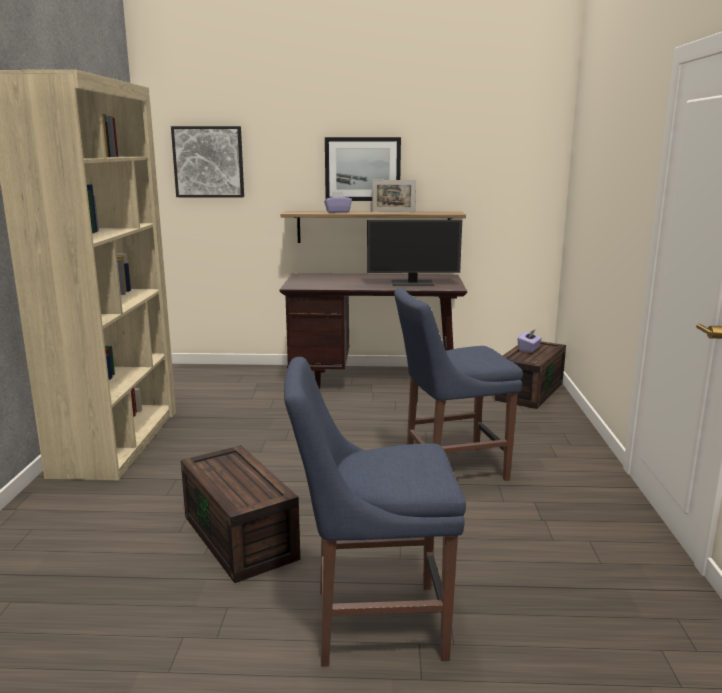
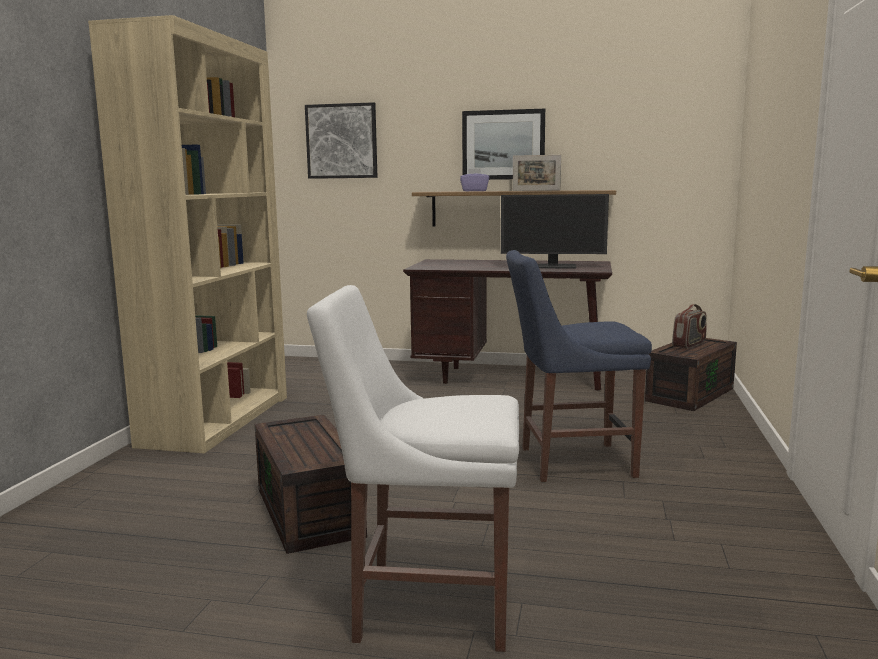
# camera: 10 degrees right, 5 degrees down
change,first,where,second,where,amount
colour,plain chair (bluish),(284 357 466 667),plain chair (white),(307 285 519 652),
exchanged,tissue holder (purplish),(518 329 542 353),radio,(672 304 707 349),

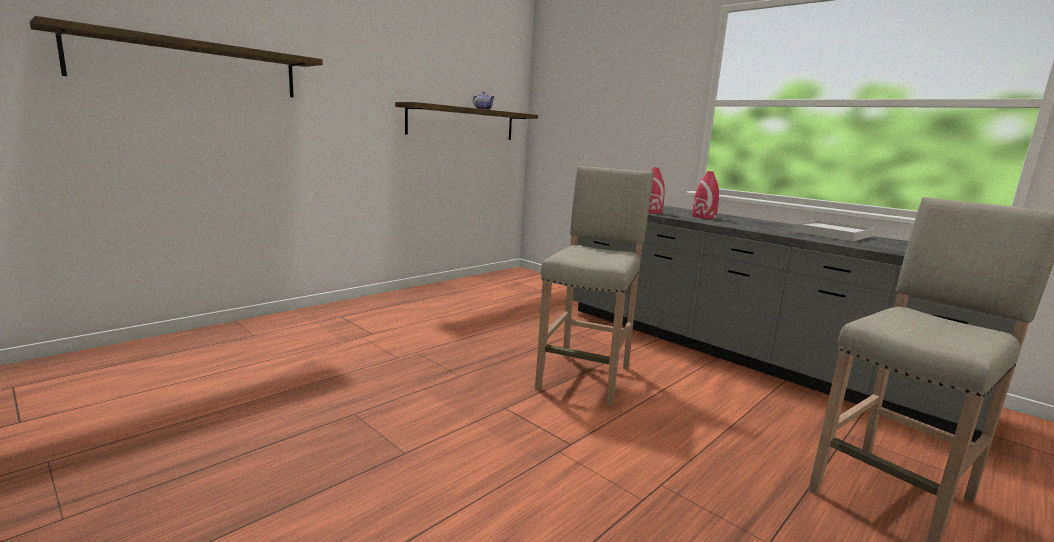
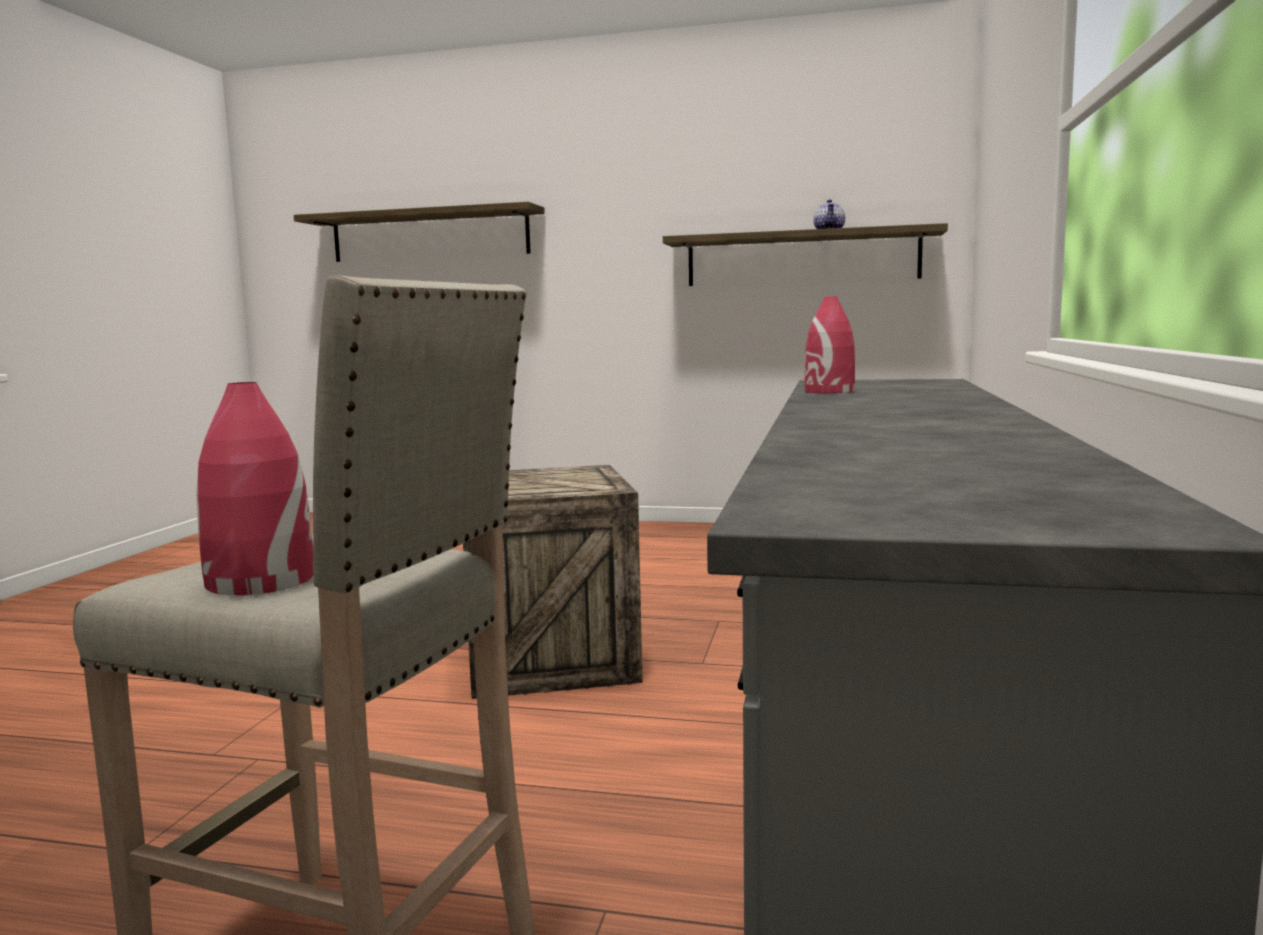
# camera: 60 degrees right, 5 degrees down
change,first,where,second,where,amount
exchanged,sitting stool (sand-coloured),(535 166 654 406),crate,(463 465 643 699),
relocated,vase (reddish),(692 171 719 219),,(196 382 314 596),
missing,tray (white),(793 220 873 242),,,

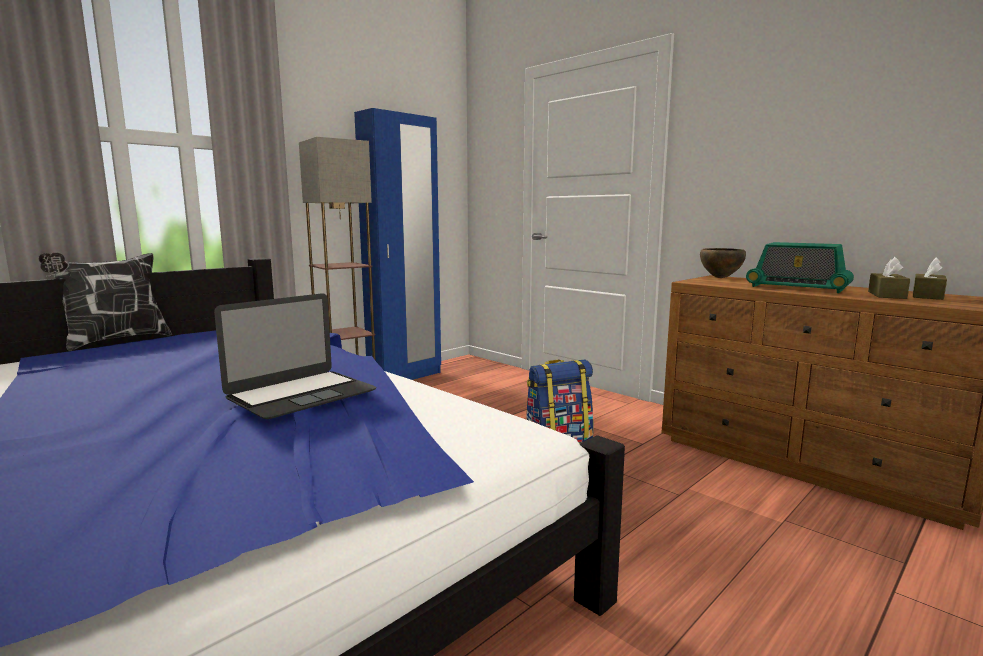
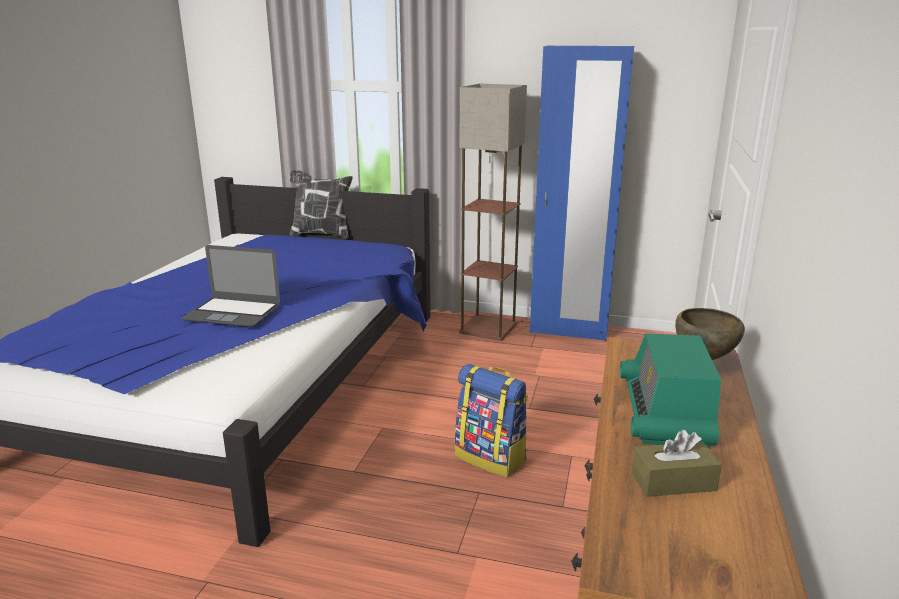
# camera: 60 degrees right, 10 degrees up
change,first,where,second,where,amount
missing,tissue holder (brown-coloured),(913 257 947 300),,,

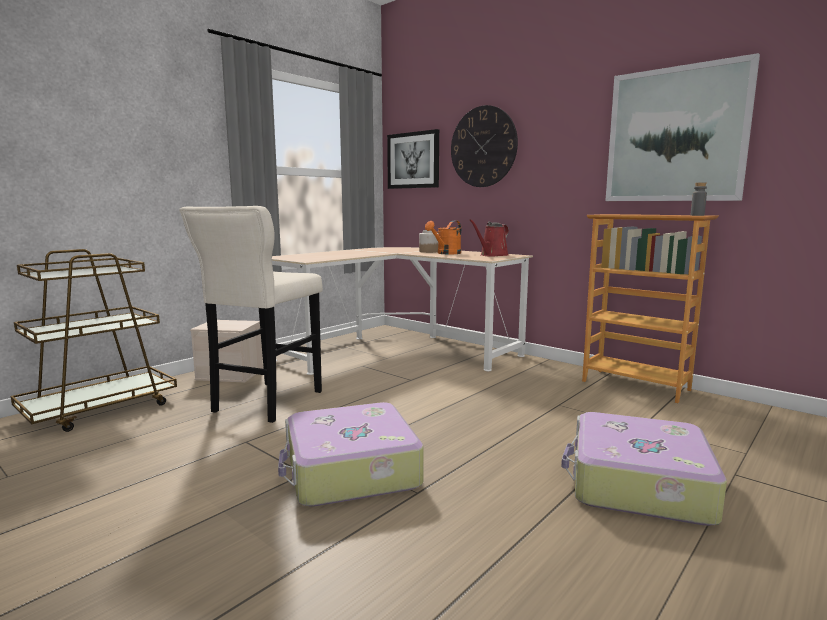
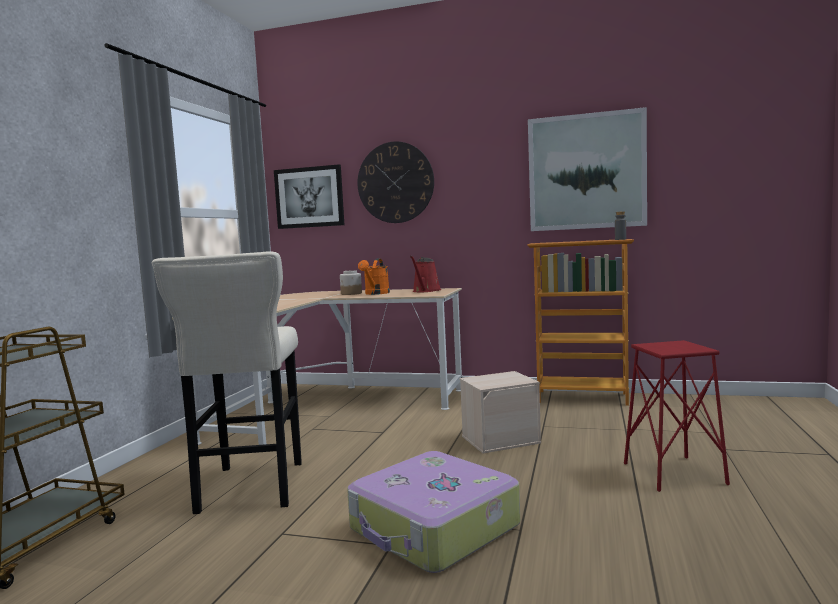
# camera: 25 degrees left, 5 degrees down
change,first,where,second,where,amount
relocated,storage bin (sand-coloured),(190 320 263 383),,(460 371 541 453),
exchanged,piece of luggage,(561 412 727 526),sitting stool (reddish),(624 340 730 492),

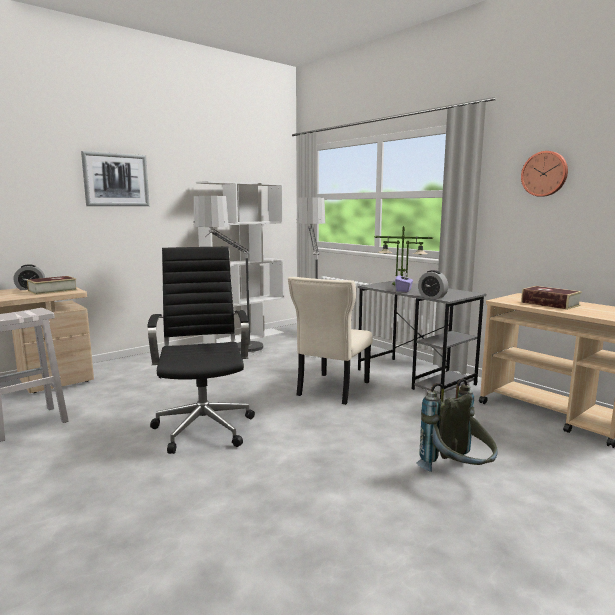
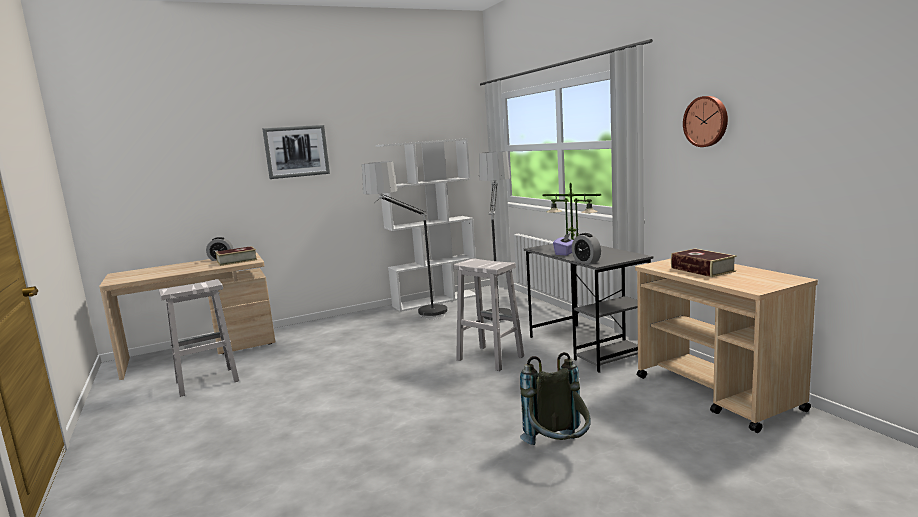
# camera: 15 degrees right, 0 degrees up
change,first,where,second,where,amount
missing,office chair (black),(147 247 255 454),,,
exchanged,plain chair (sand-coloured),(288 277 373 405),sitting stool (white),(453 258 524 371),

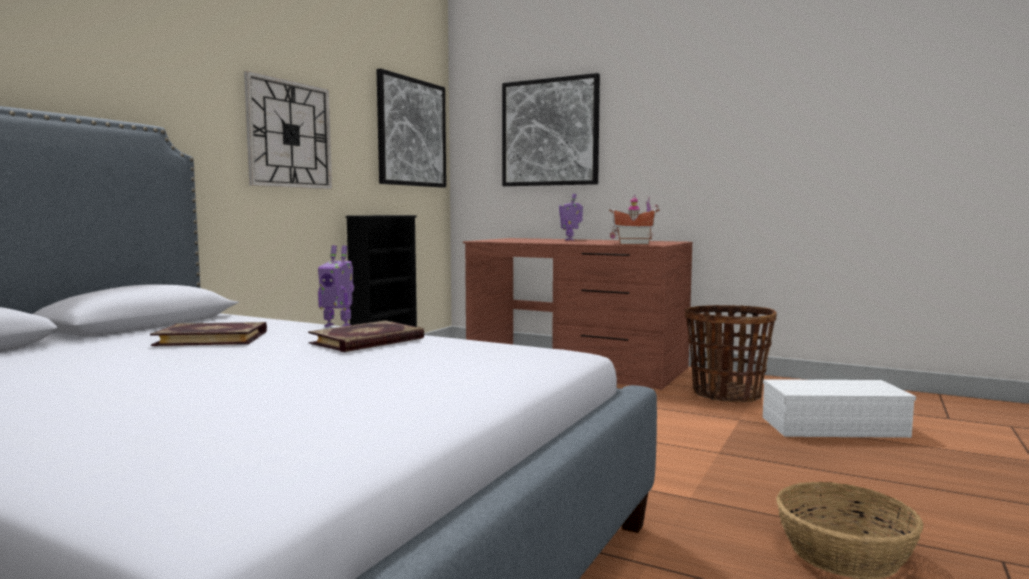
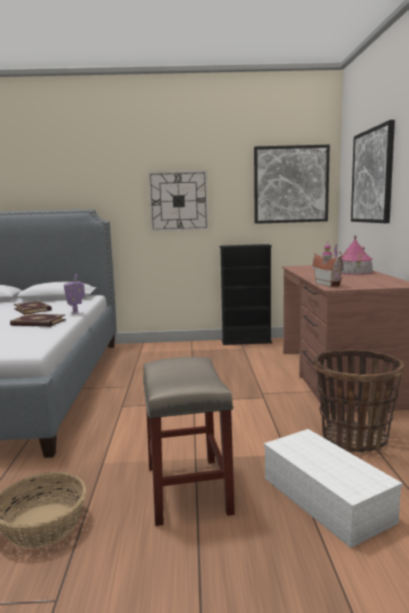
# camera: 60 degrees right, 5 degrees up
change,first,where,second,where,amount
exchanged,model robot,(559 194 583 240),toy house,(341 235 374 275),
appeared,,,sitting stool (sand-coloured),(143 357 235 526),

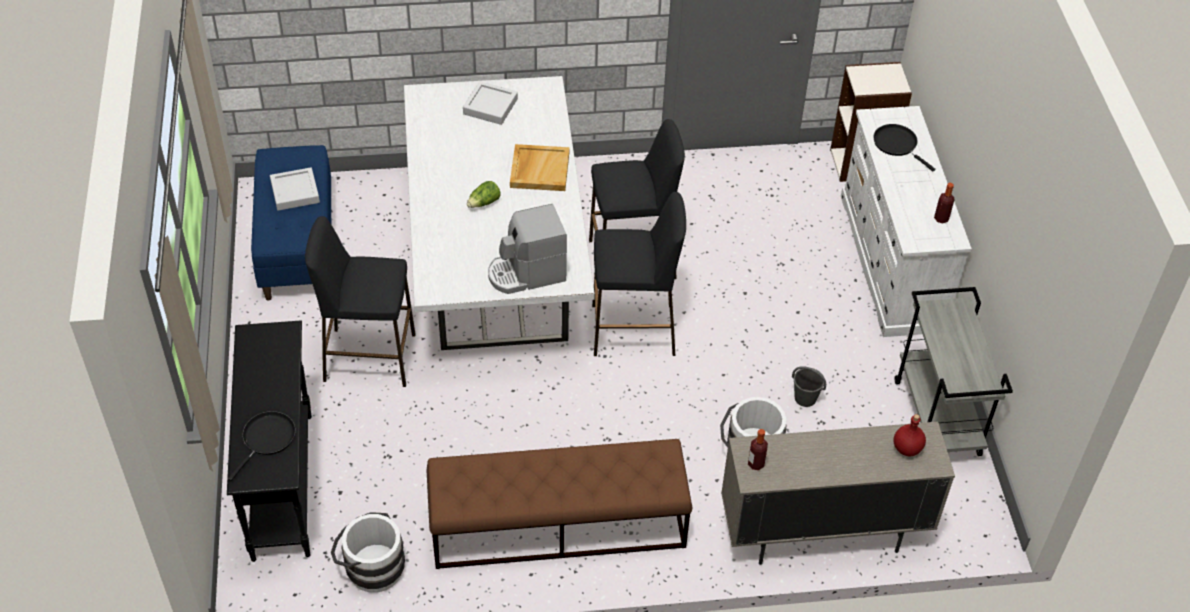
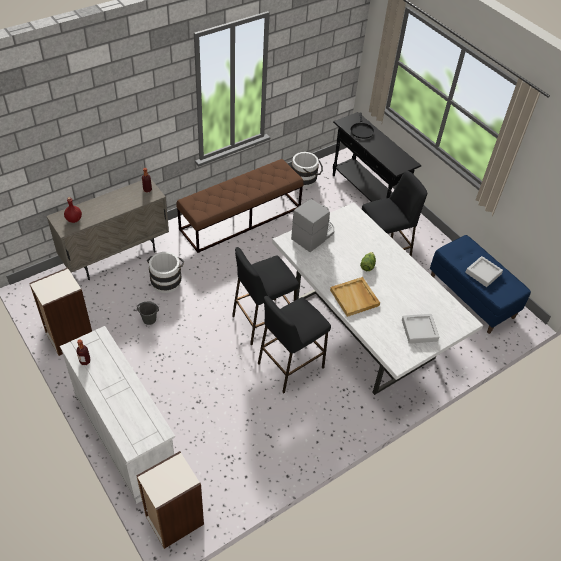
# camera: 150 degrees right, 0 degrees up
change,first,where,second,where,amount
missing,skillet (black),(874 124 936 172),,,
exchanged,trolley (gray),(895 287 1013 456),bookcase,(29 267 92 356),

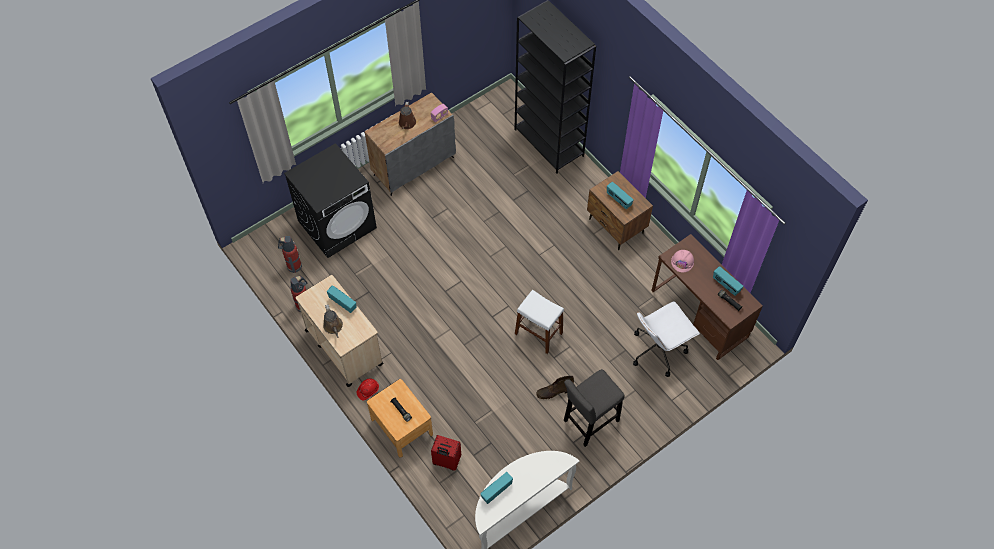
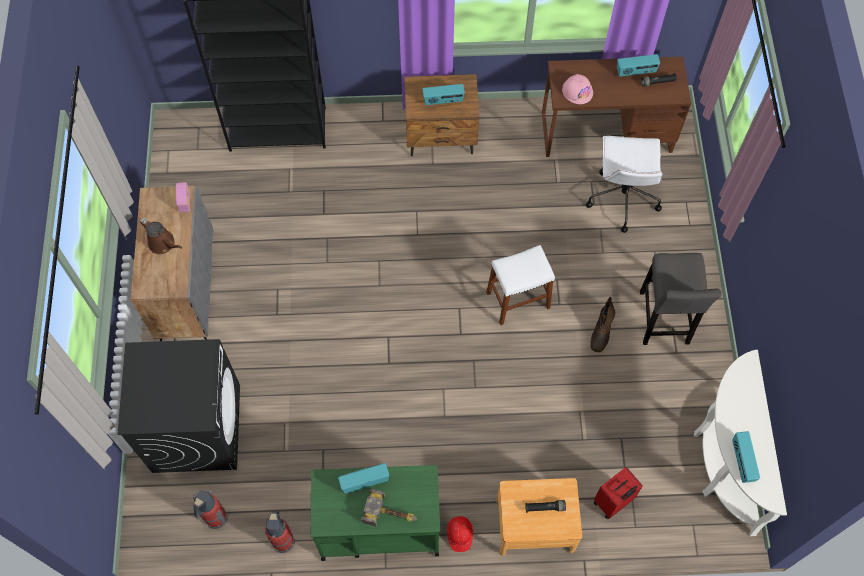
# camera: 55 degrees left, 5 degrees up
change,first,where,second,where,amount
colour,trolley (sand-coloured),(295 275 383 387),trolley (green),(311 465 440 561),
exchanged,sprinkling can (brown-coloured),(323 305 343 338),hammer,(361 489 417 527),

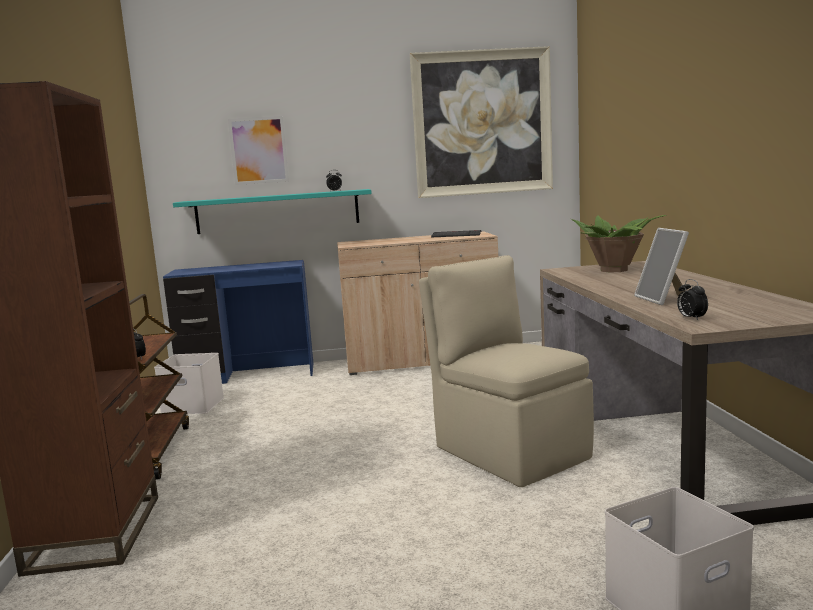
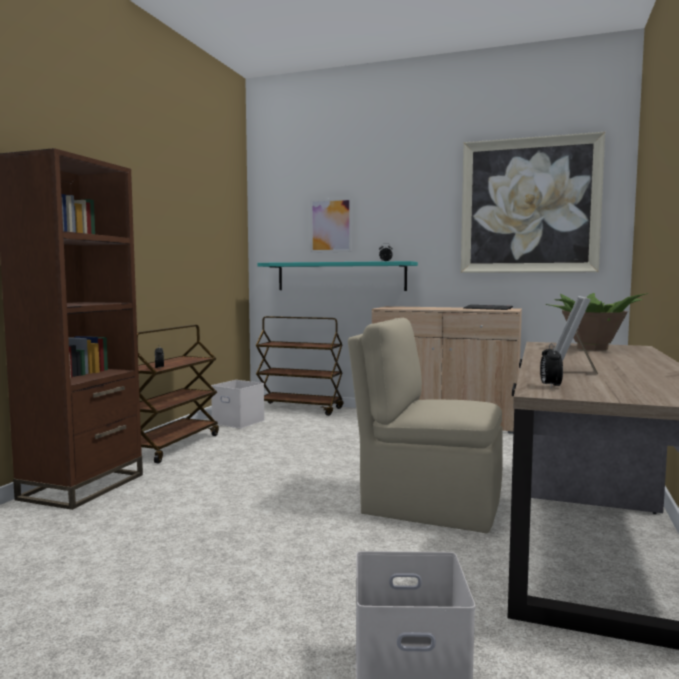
# camera: 25 degrees right, 5 degrees down
change,first,where,second,where,amount
exchanged,desk unit (bluish),(163 260 313 384),trolley (brown-coloured),(256 316 344 416),
spun,plain chair (sand-coloured),(419 255 594 487),,(348 318 503 534),60 degrees counterclockwise

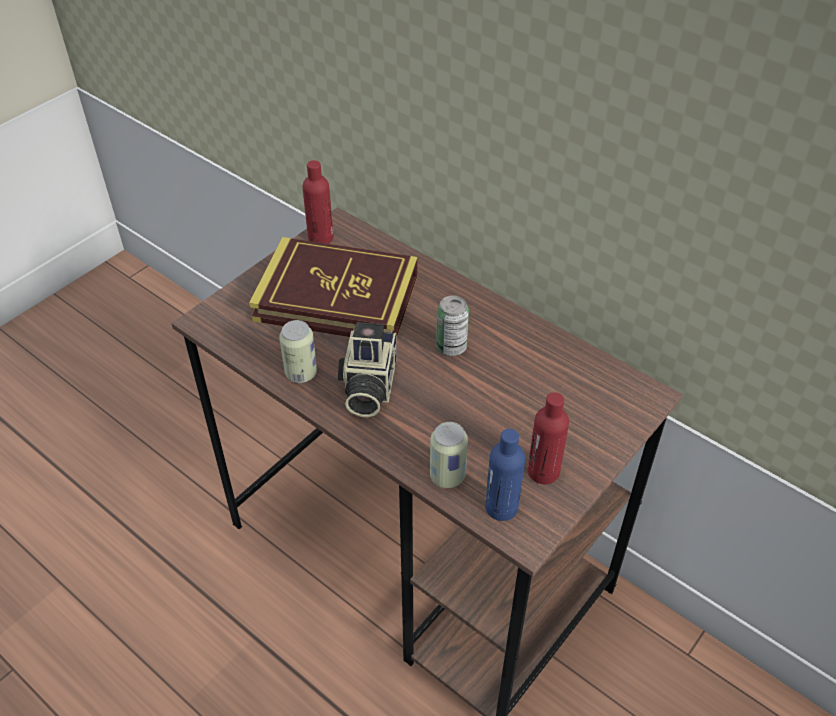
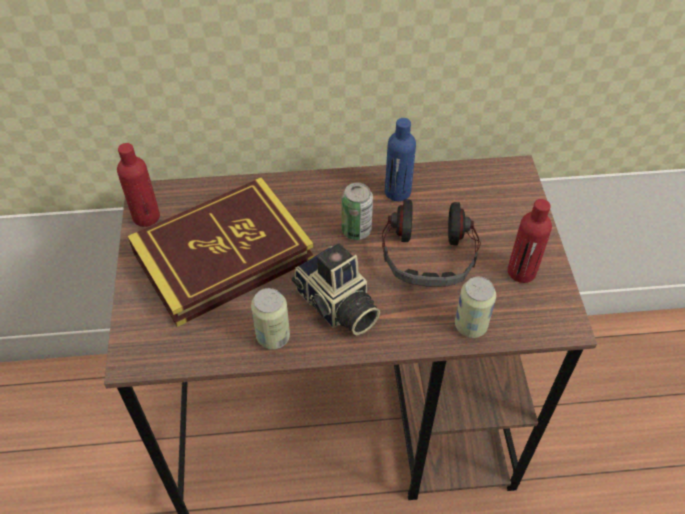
# camera: 45 degrees left, 5 degrees up
change,first,where,second,where,amount
relocated,drink bottle (bluish),(485 429 525 521),,(385 118 416 201),
appeared,,,headphones,(382 199 481 287),

